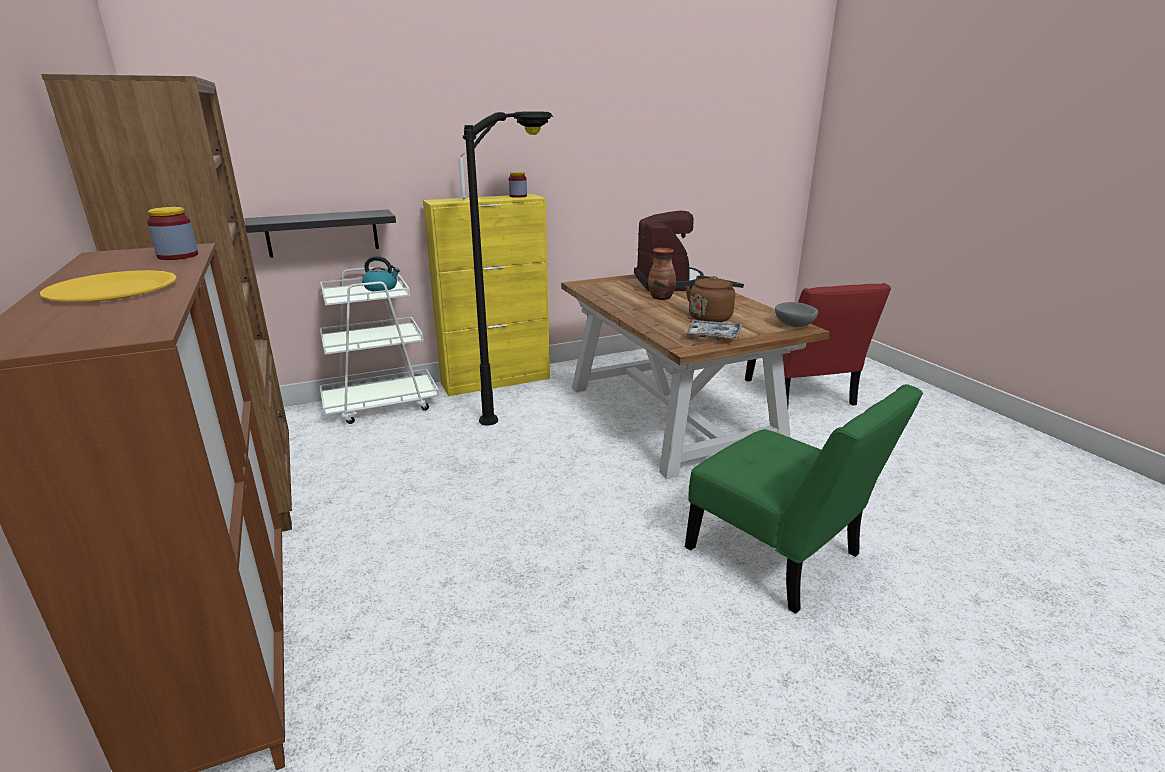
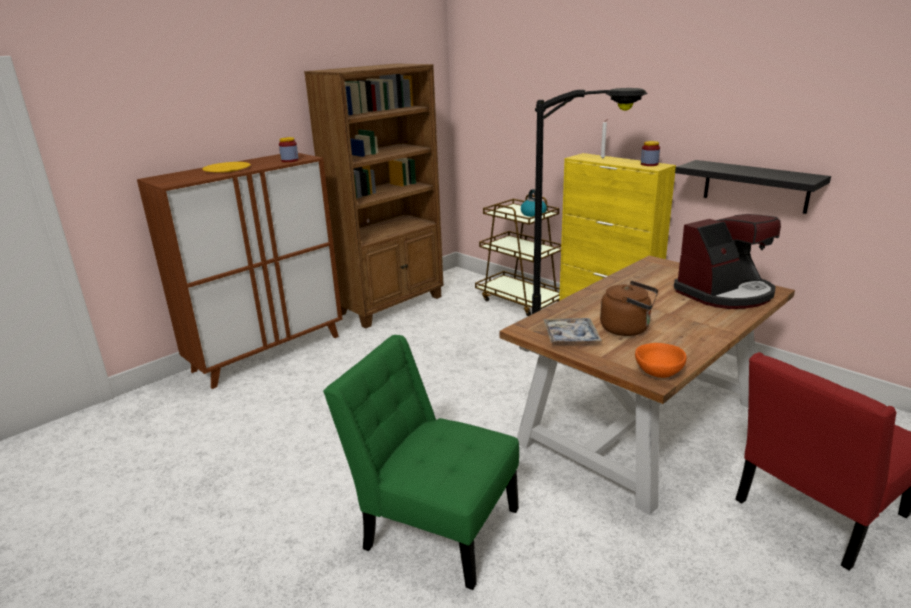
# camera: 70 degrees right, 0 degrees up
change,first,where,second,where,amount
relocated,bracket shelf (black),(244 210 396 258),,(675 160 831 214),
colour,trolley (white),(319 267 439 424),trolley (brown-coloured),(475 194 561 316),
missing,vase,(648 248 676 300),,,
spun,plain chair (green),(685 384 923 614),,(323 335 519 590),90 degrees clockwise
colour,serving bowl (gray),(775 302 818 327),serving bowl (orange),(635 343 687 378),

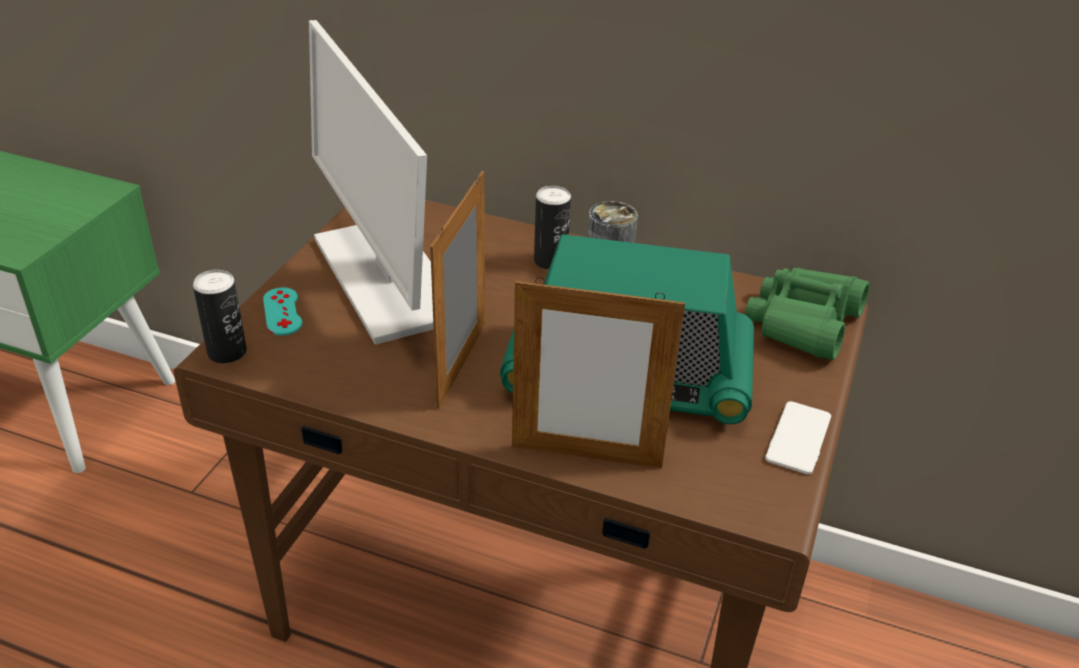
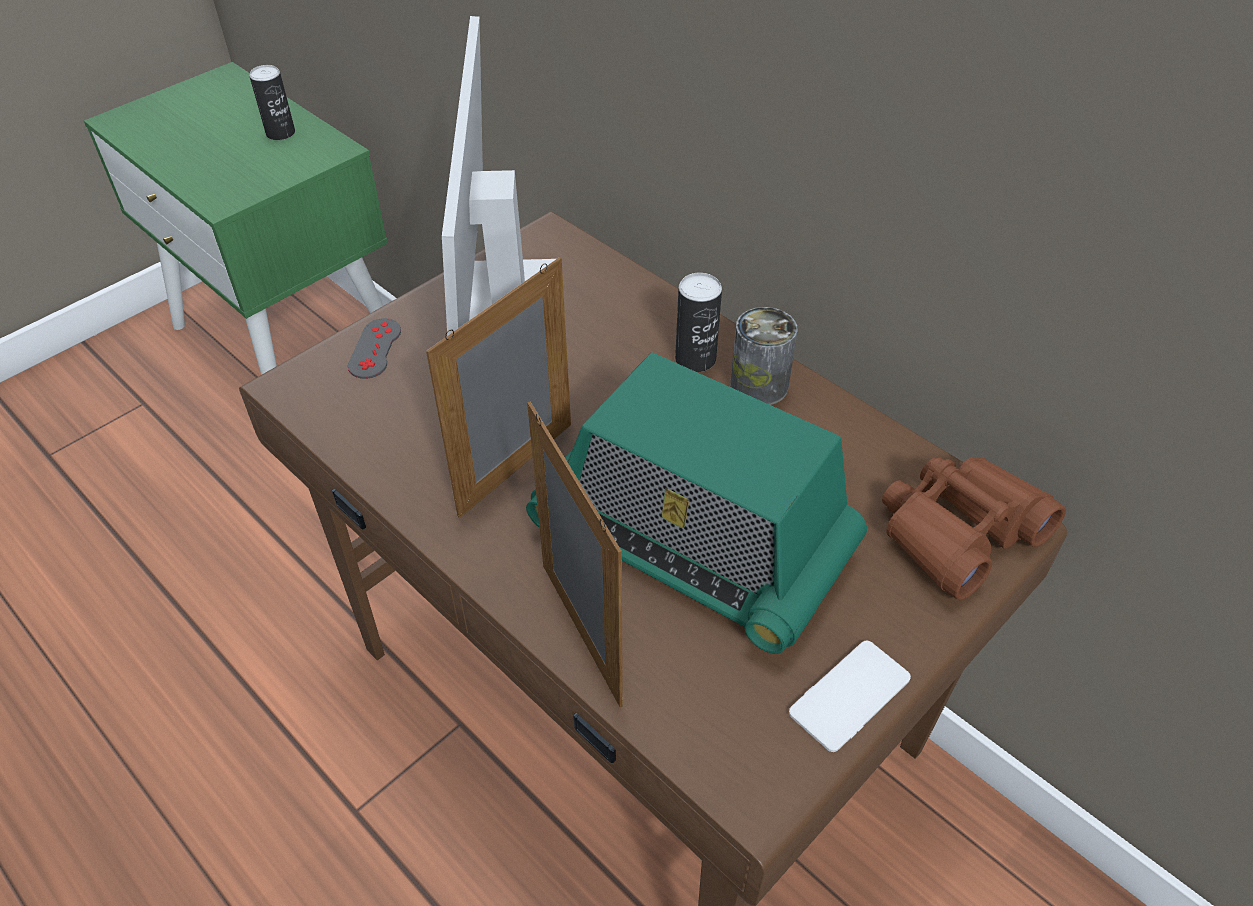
# camera: 25 degrees right, 10 degrees up
change,first,where,second,where,amount
relocated,metal can,(193 270 247 364),,(249 65 295 140),
colour,game controller (turquoise-coloured),(263 287 302 335),game controller (gray),(348 318 401 379),
spun,photo frame,(512 277 685 469),,(527 402 623 707),150 degrees counterclockwise
colour,binoculars (green),(745 268 869 360),binoculars (brown-coloured),(882 457 1066 600),

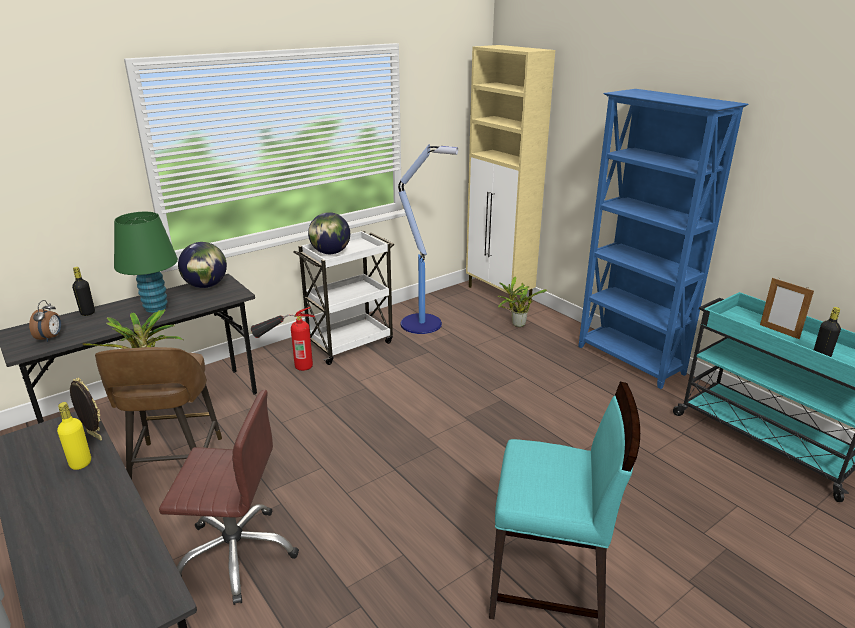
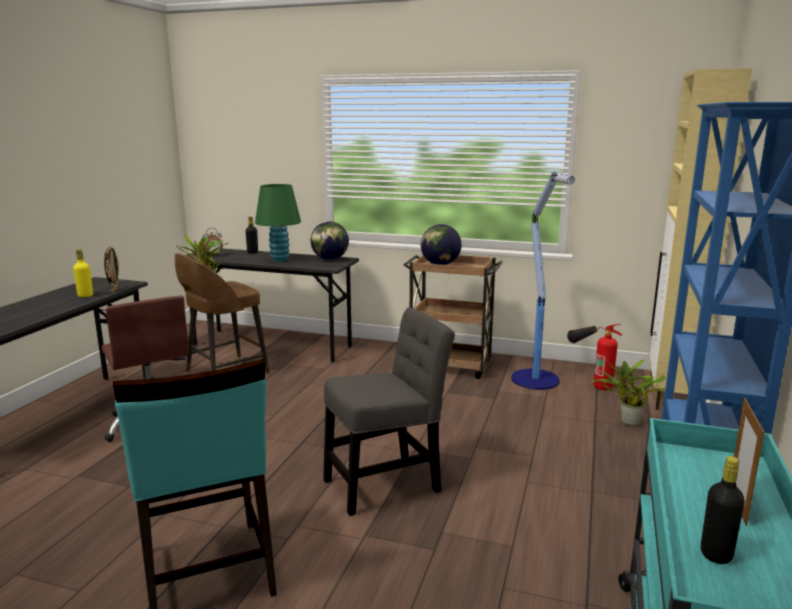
# camera: 55 degrees right, 10 degrees down
change,first,where,second,where,amount
relocated,fire-fighting cylinder,(251 307 315 371),,(567 324 622 390),
colour,trolley (white),(293 230 394 365),trolley (brown-coloured),(403 255 503 379),
appeared,,,plain chair (gray),(323 307 455 516),

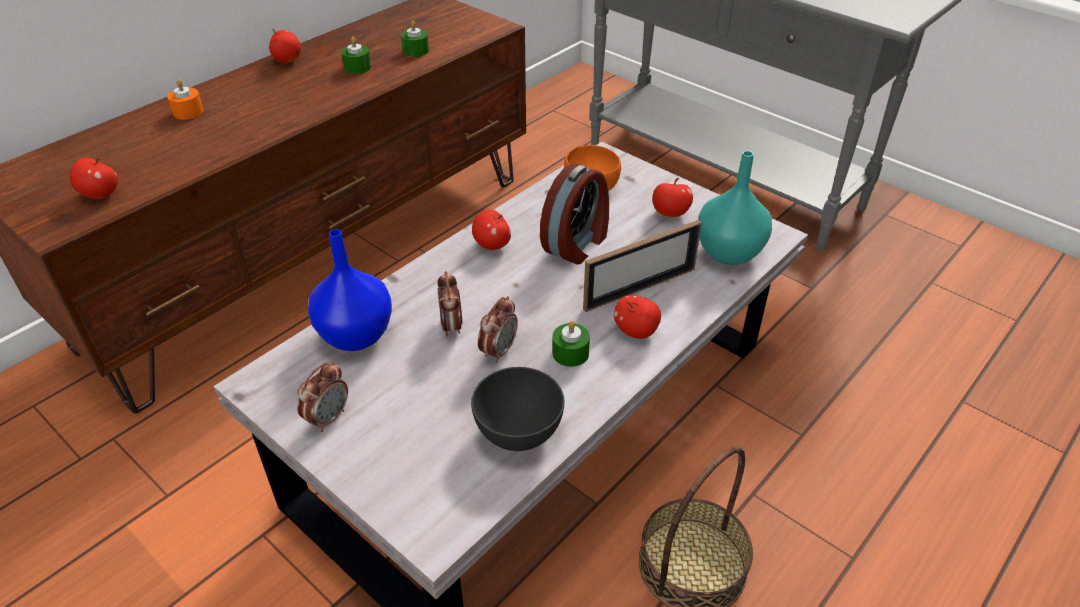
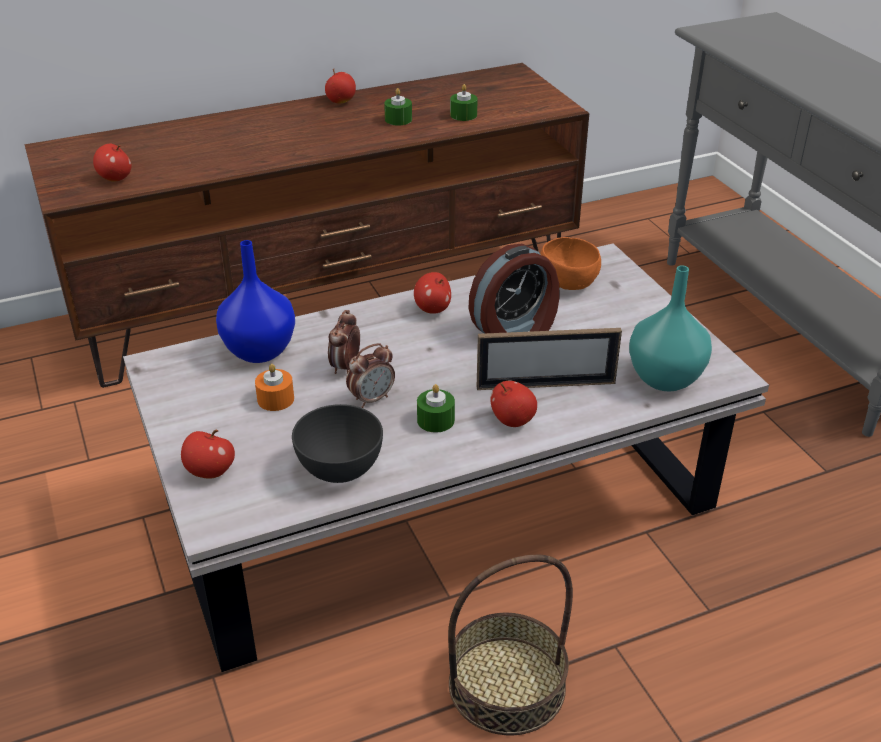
# camera: 25 degrees right, 5 degrees down
change,first,where,second,where,amount
relocated,wax candle (orange),(167 79 204 119),,(255 364 294 411),
missing,bedside clock,(297 361 348 432),,,
relocated,apple,(652 178 693 217),,(181 430 235 479),

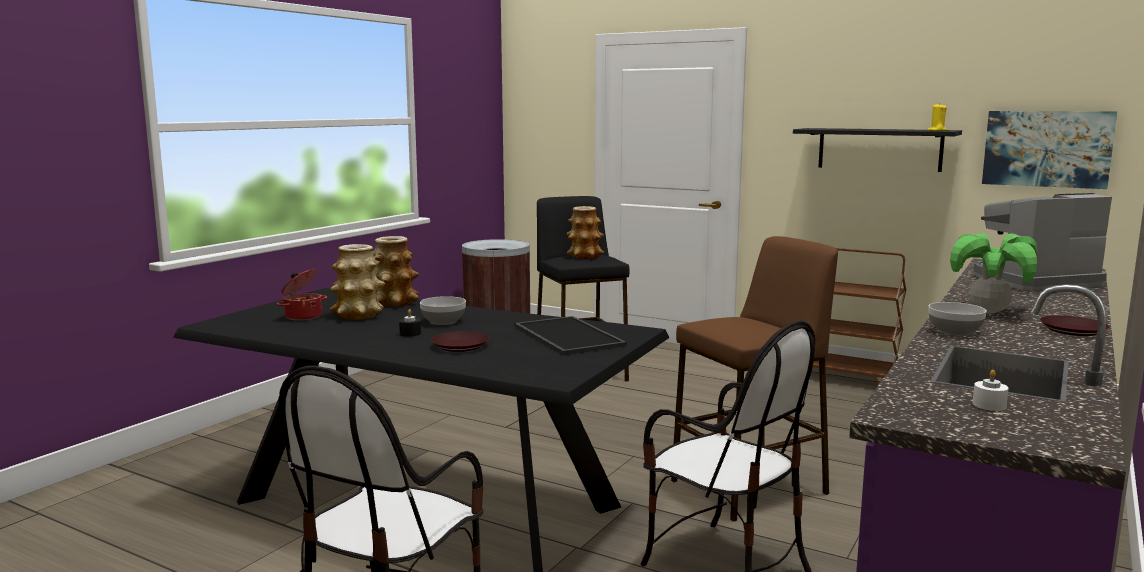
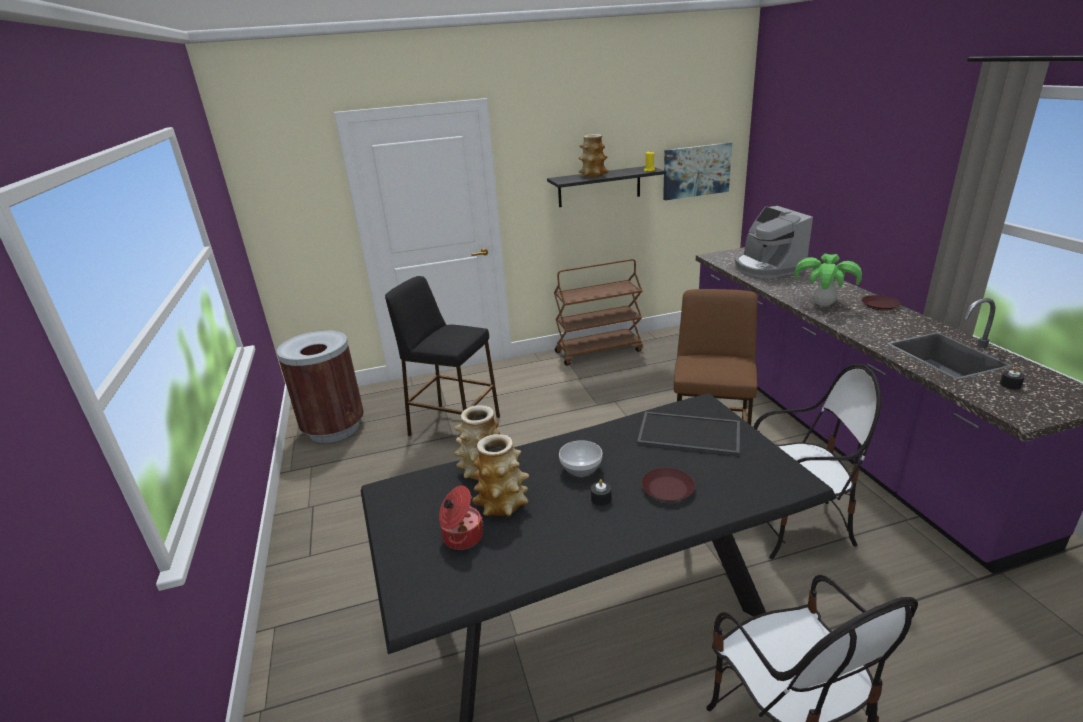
# camera: 45 degrees left, 15 degrees up
change,first,where,second,where,amount
relocated,vase,(566 206 604 259),,(579 134 609 177),
missing,serving bowl,(928 302 987 336),,,
spun,coffee maker,(973 193 1112 291),,(735 206 813 278),45 degrees counterclockwise
colour,wax candle (white),(973 370 1009 411),wax candle (black),(1000 366 1025 390),

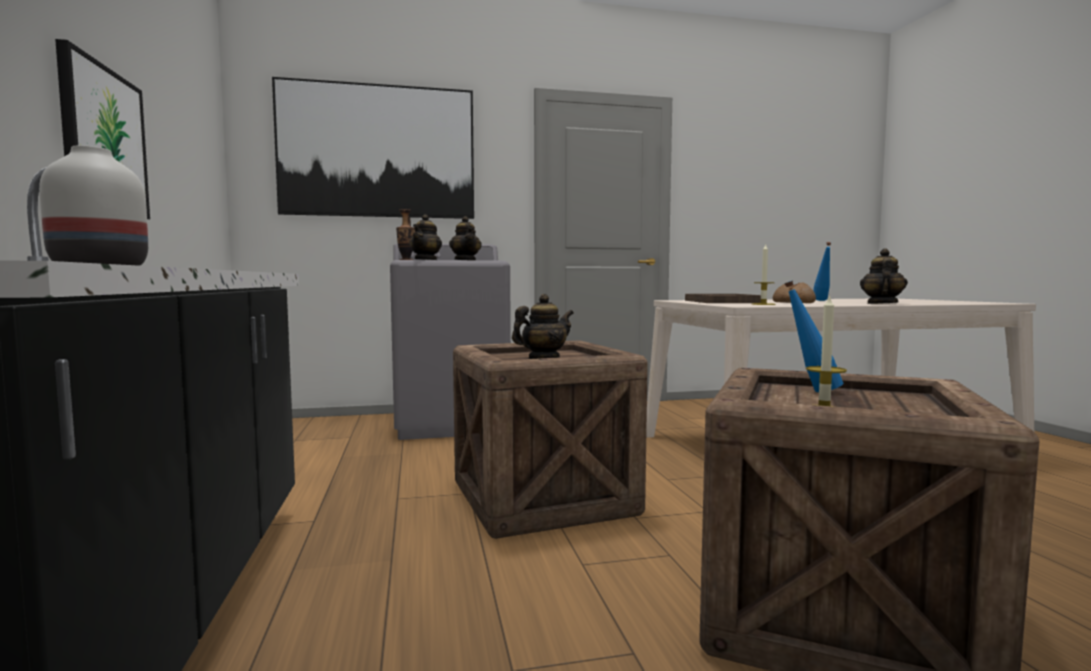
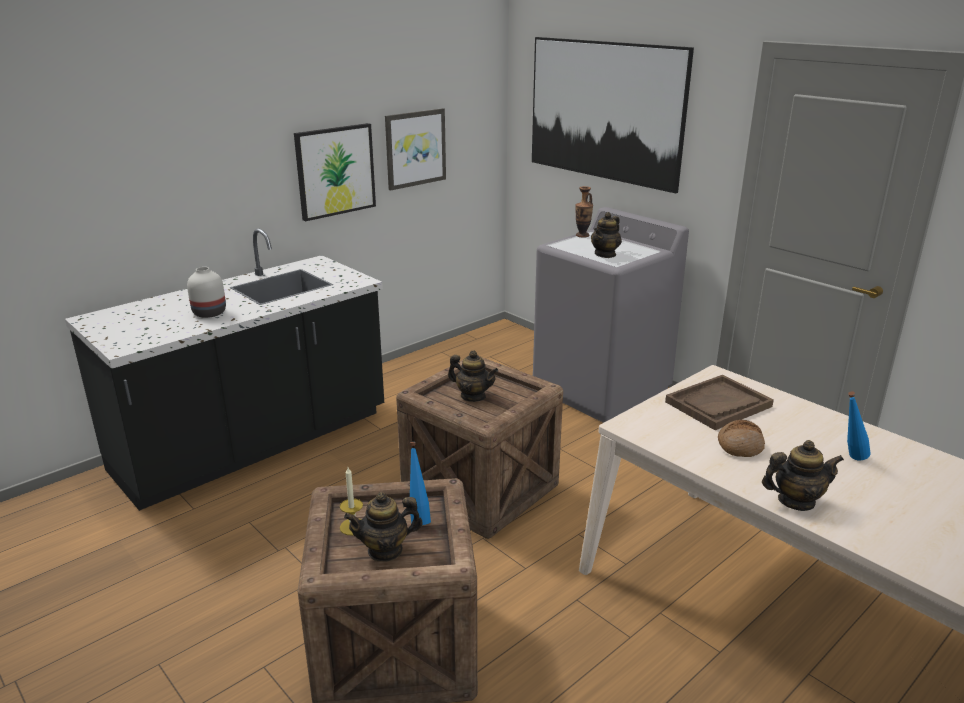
# camera: 60 degrees right, 20 degrees up
change,first,where,second,where,amount
relocated,pot for tea,(409 214 442 260),,(344 492 423 562),
missing,wax candle,(752 243 776 305),,,
appeared,,,wall art,(385 108 446 191),

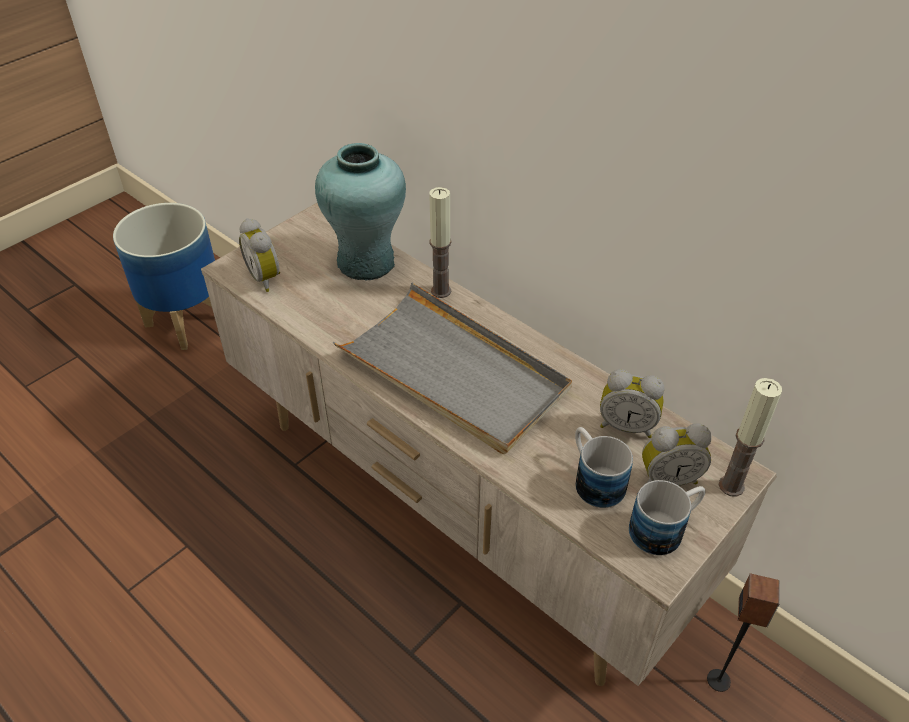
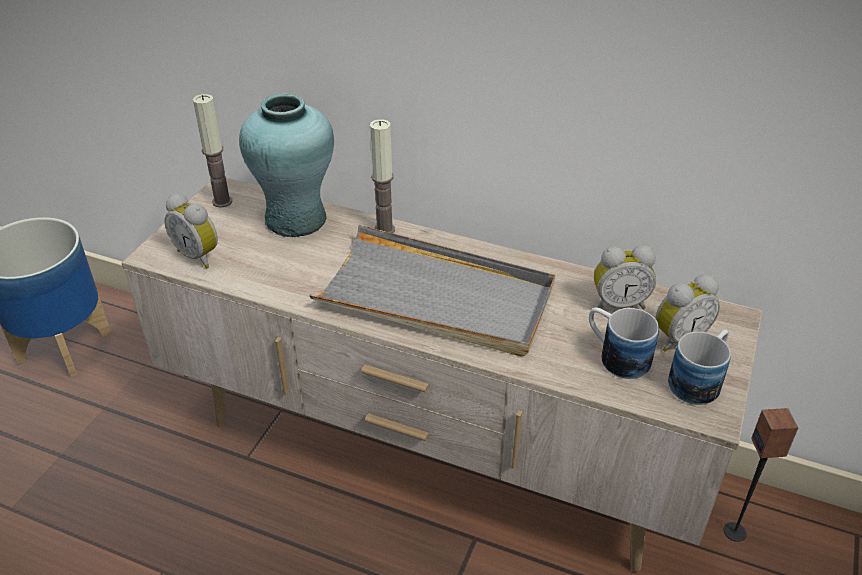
# camera: 20 degrees left, 5 degrees down
change,first,where,second,where,amount
relocated,wax candle,(718 378 782 497),,(193 94 232 207),

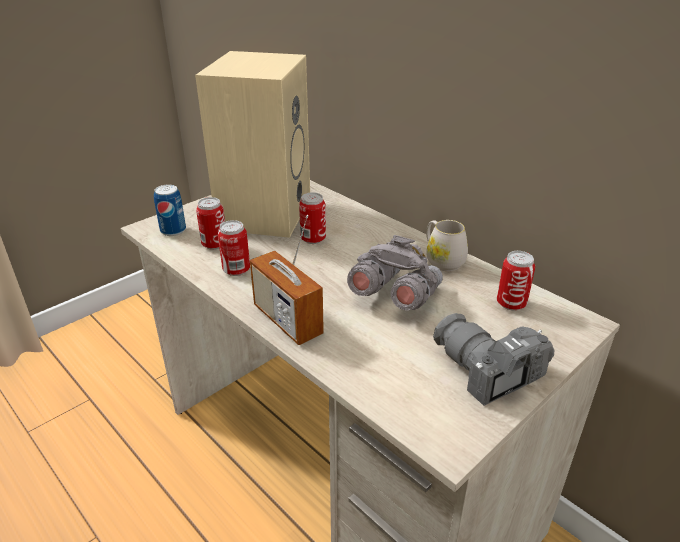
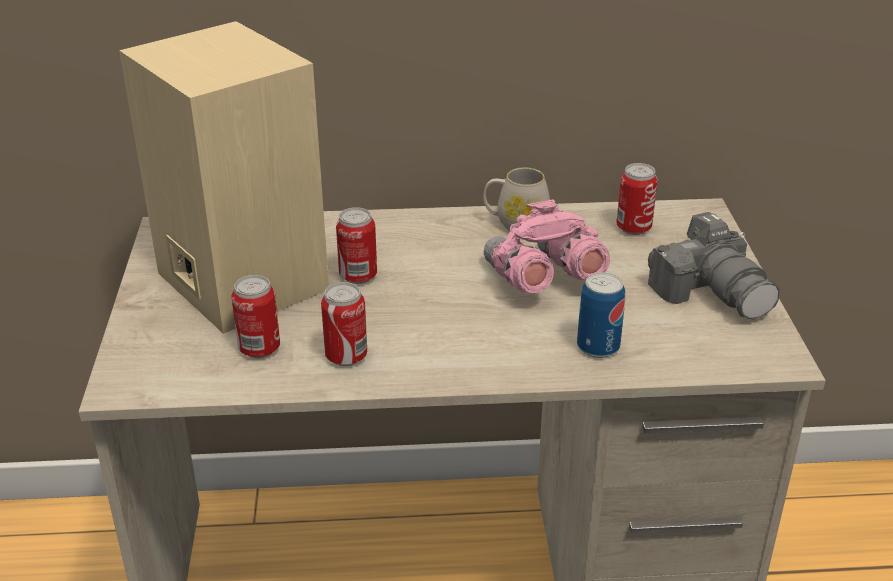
# camera: 50 degrees left, 0 degrees up
change,first,where,second,where,amount
relocated,metal can,(154 184 186 236),,(577 273 625 358),
missing,radio,(250 215 324 345),,,
colour,binoculars (gray),(347 235 443 310),binoculars (pink),(484 199 610 293),
spun,still camera,(433 313 554 406),,(648 212 780 320),120 degrees counterclockwise

